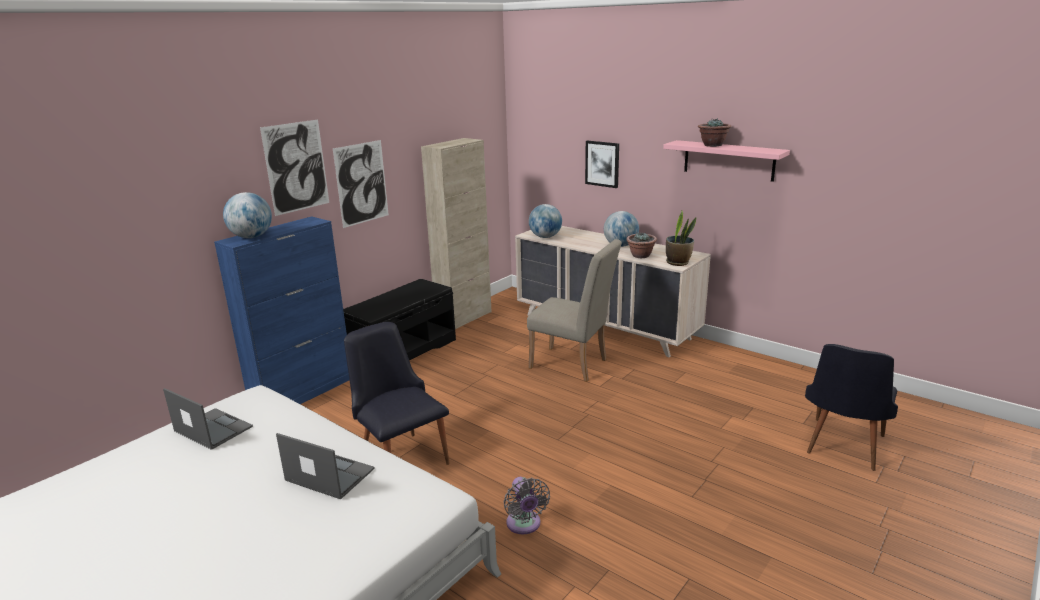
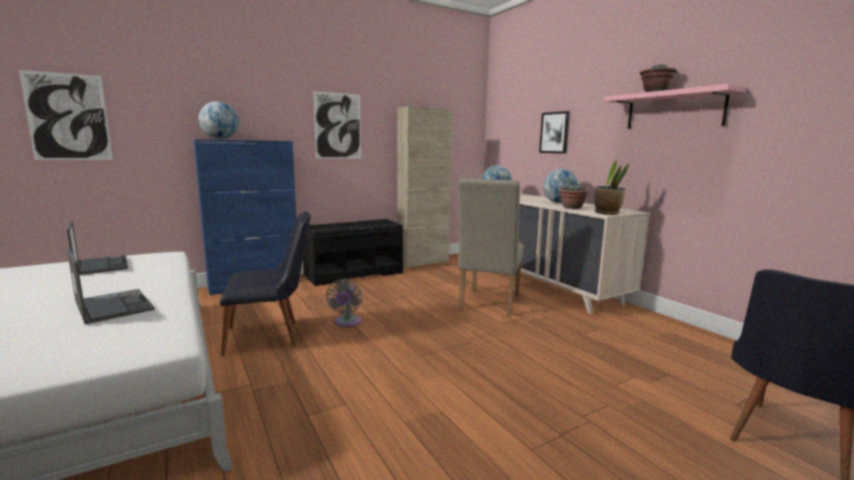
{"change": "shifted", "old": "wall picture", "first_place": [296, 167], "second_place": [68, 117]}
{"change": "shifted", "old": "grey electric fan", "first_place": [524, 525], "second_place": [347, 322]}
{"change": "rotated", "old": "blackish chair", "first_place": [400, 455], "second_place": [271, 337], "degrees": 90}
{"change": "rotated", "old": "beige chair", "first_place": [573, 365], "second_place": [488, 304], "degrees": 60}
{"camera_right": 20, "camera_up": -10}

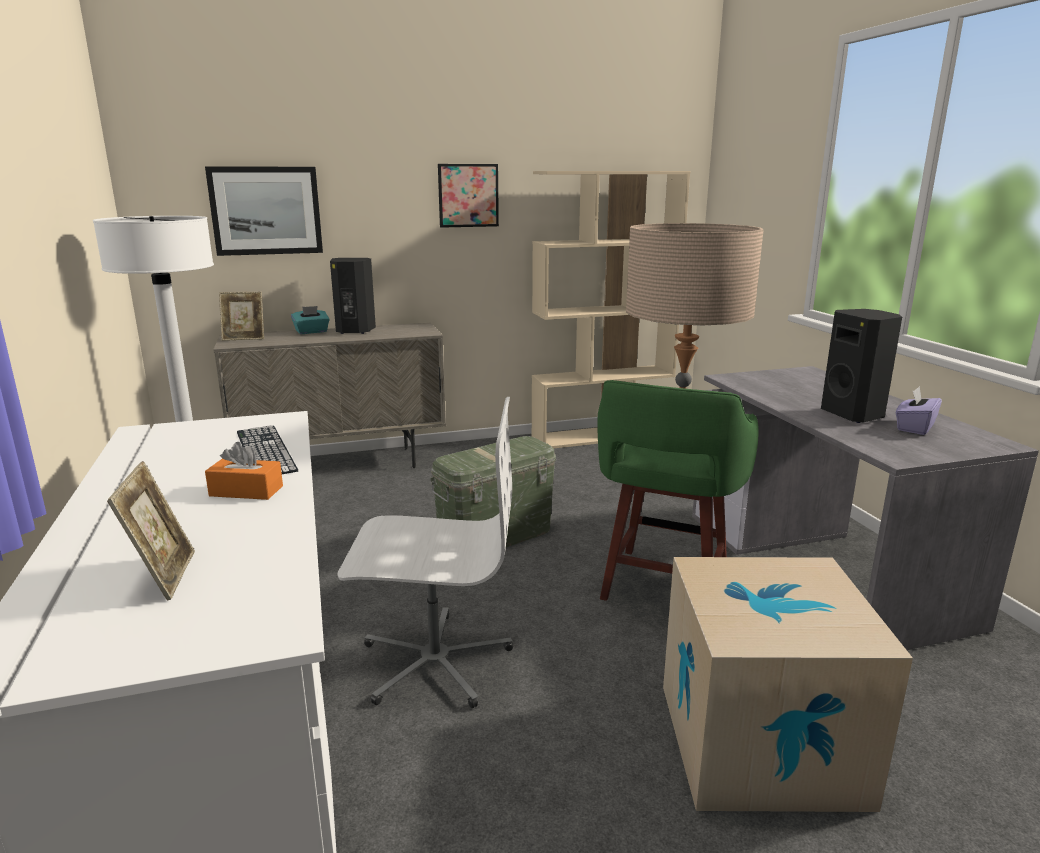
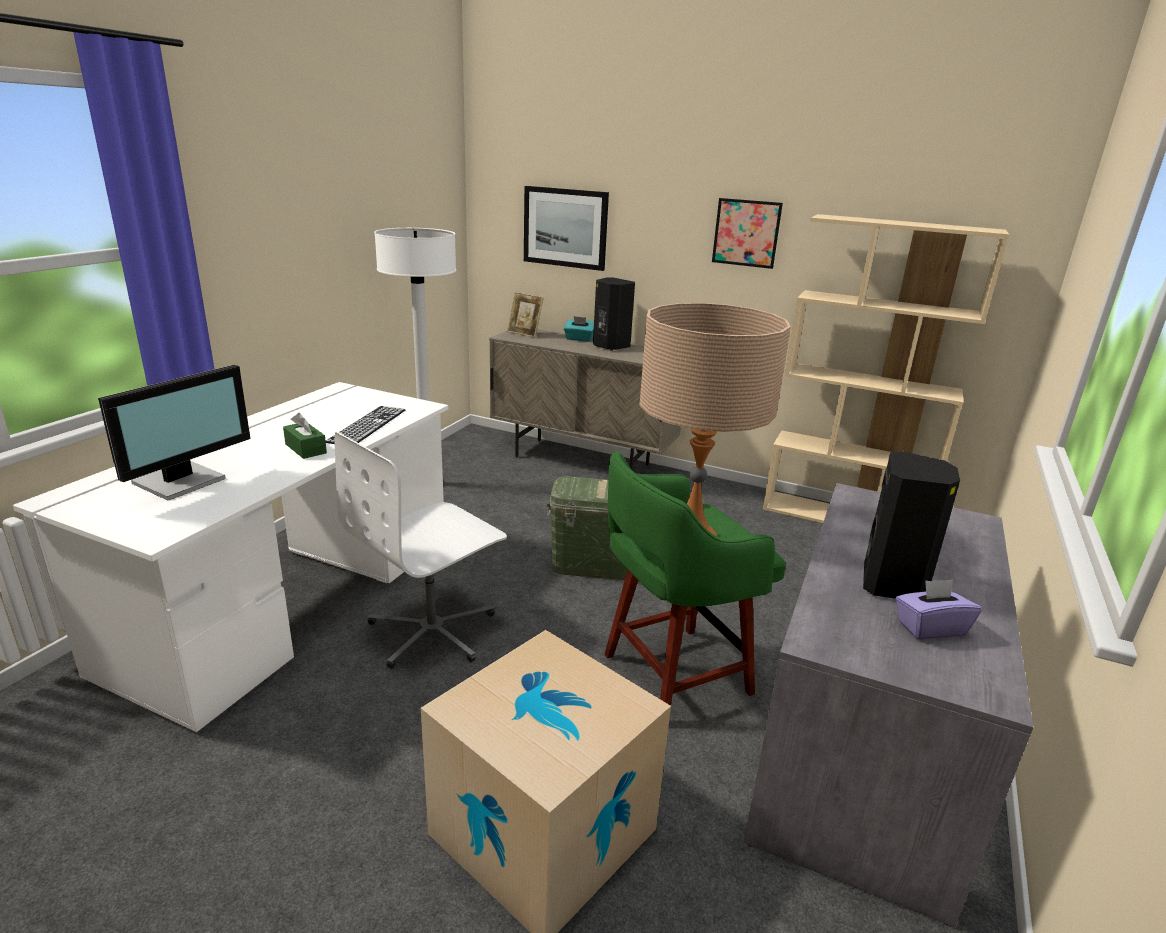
{"change": "swapped", "old": "photo frame", "new": "monitor", "first_place": [164, 576], "second_place": [182, 481]}
{"change": "repainted", "old": "orangey box of tissues", "new": "green-coloured box of tissues", "first_place": [246, 491], "second_place": [305, 448]}
{"change": "rotated", "old": "white-coloured computer chair", "first_place": [434, 661], "second_place": [433, 631], "degrees": 90}
{"camera_right": 40, "camera_up": 5}

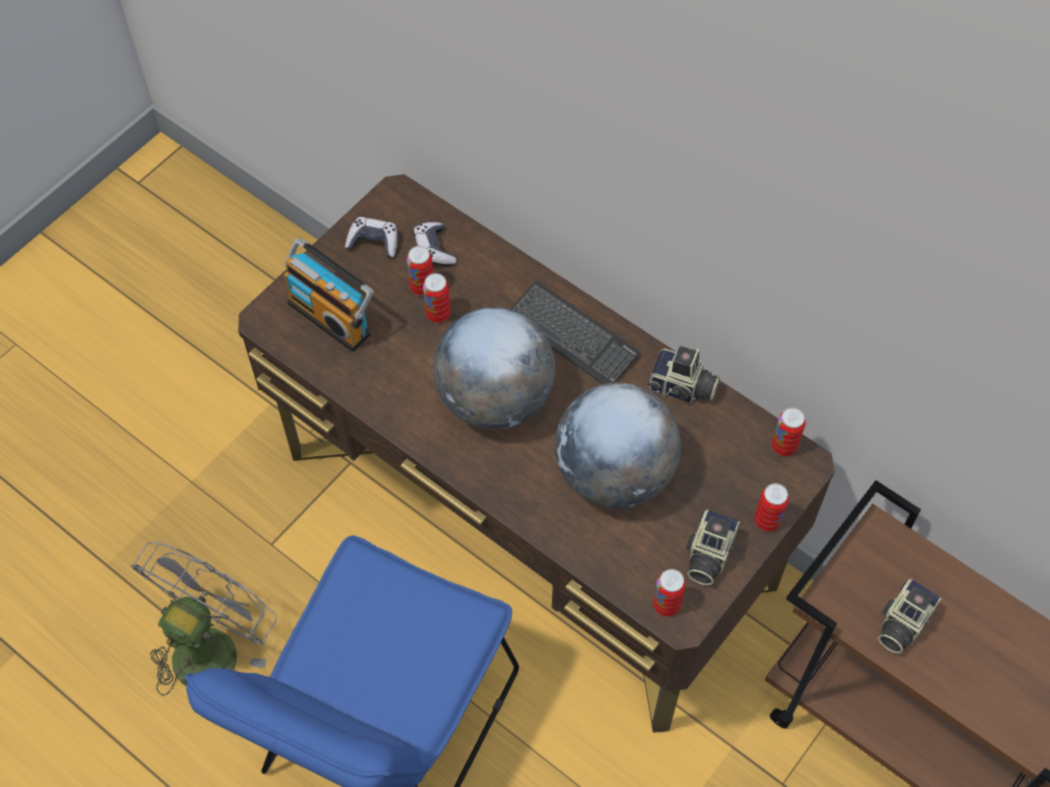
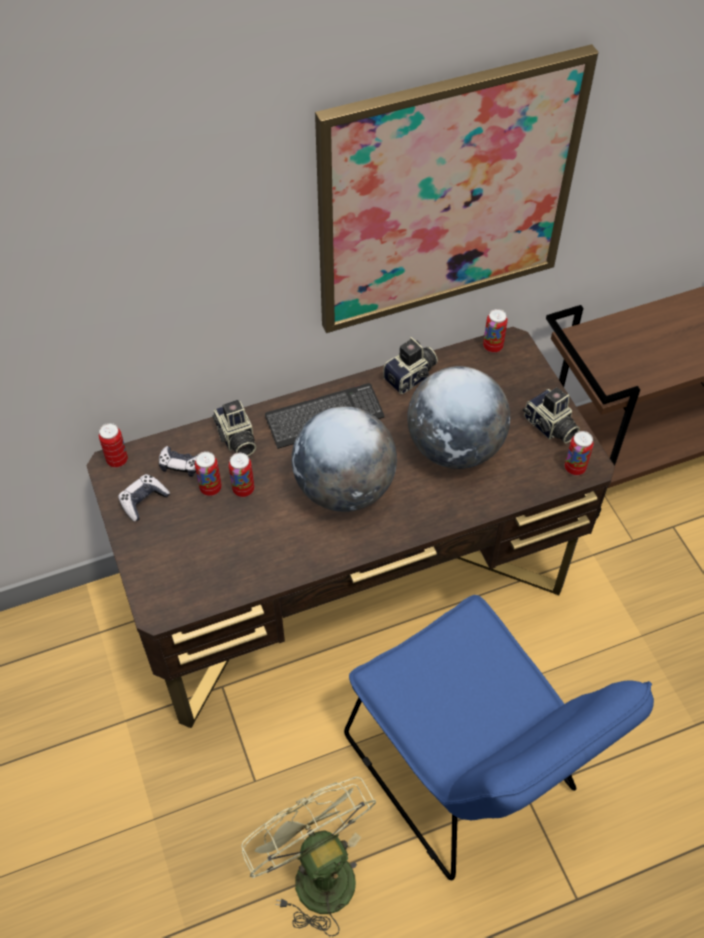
{"change": "gone", "old": "radio receiver", "first_place": [332, 316]}
{"change": "new", "new": "wall picture", "second_place": [446, 195]}
{"change": "shifted", "old": "metal can", "first_place": [767, 521], "second_place": [117, 460]}
{"change": "shifted", "old": "still camera", "first_place": [901, 623], "second_place": [236, 439]}
{"change": "repainted", "old": "grey electric fan", "new": "green-coloured electric fan", "first_place": [211, 644], "second_place": [315, 871]}
{"camera_right": -60, "camera_up": -5}

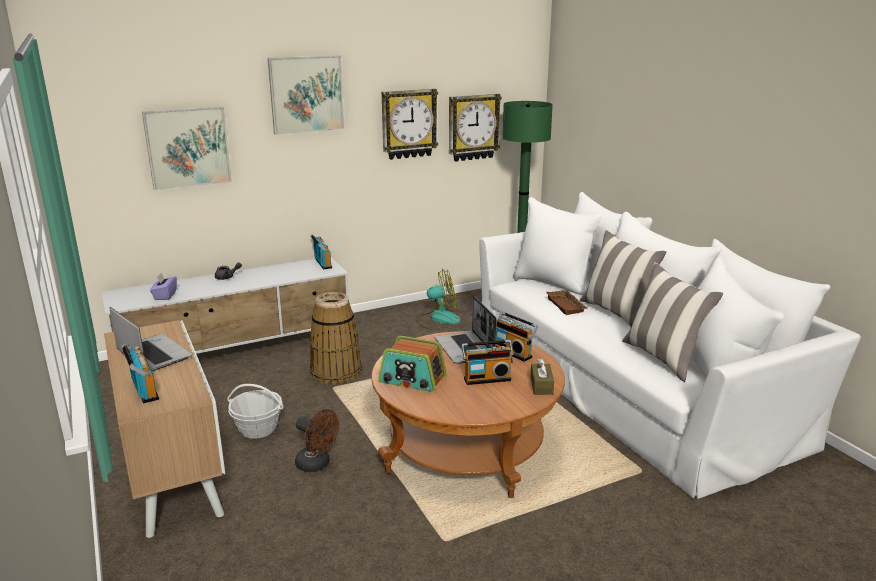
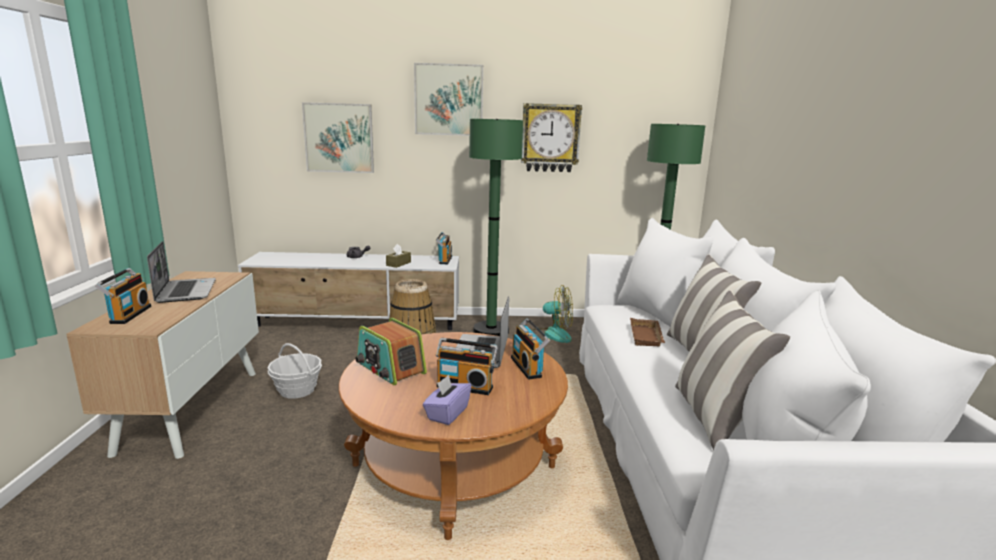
{"change": "gone", "old": "brown-coloured electric fan", "first_place": [317, 464]}
{"change": "gone", "old": "wall clock", "first_place": [473, 127]}
{"change": "new", "new": "green-coloured floor lamp", "second_place": [491, 331]}
{"change": "shifted", "old": "purple-coloured box of tissues", "first_place": [165, 295], "second_place": [447, 413]}
{"change": "shifted", "old": "brown-coloured box of tissues", "first_place": [541, 385], "second_place": [398, 264]}
{"camera_right": 25, "camera_up": -5}

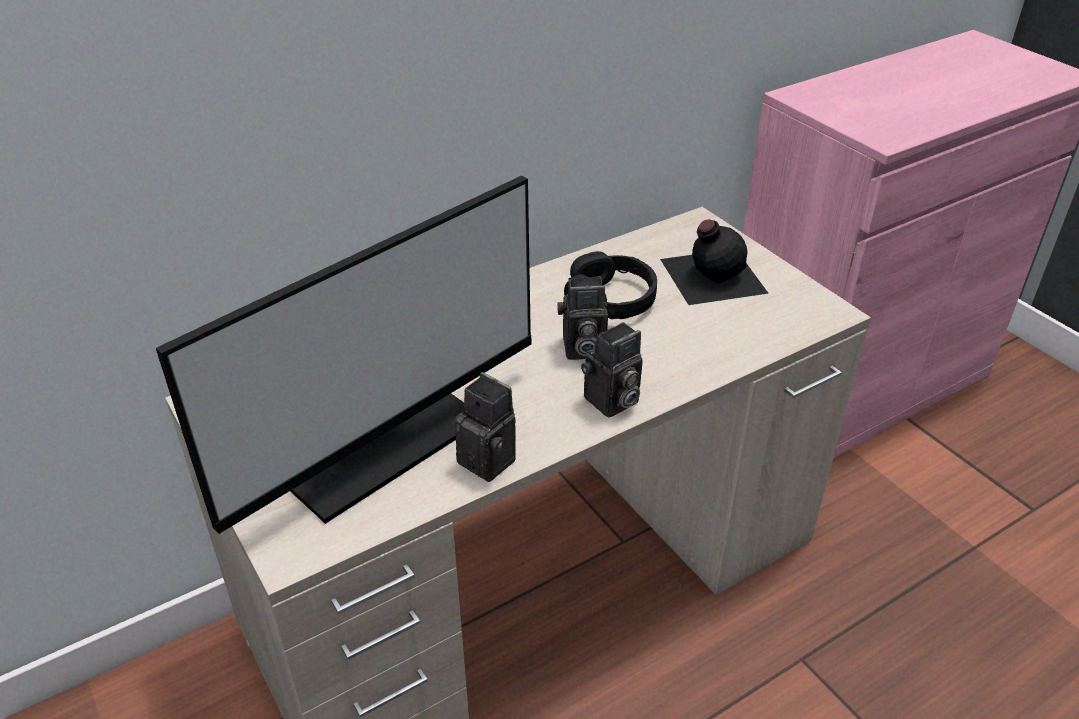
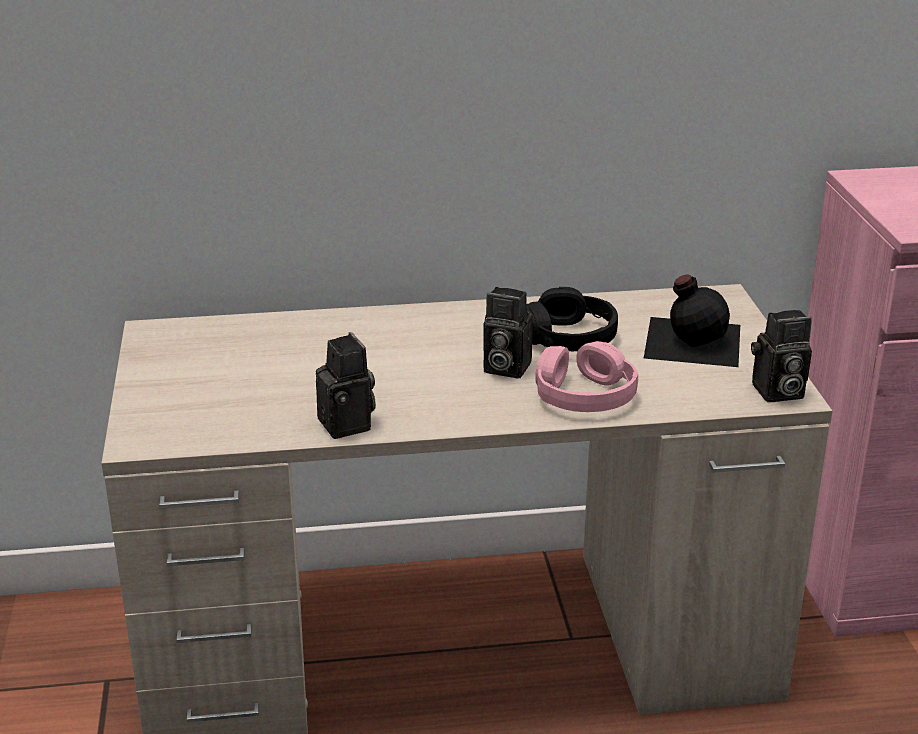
{"change": "gone", "old": "monitor", "first_place": [376, 442]}
{"change": "new", "new": "pink headset", "second_place": [584, 395]}
{"change": "shifted", "old": "still camera", "first_place": [611, 402], "second_place": [776, 393]}
{"camera_right": 25, "camera_up": -10}

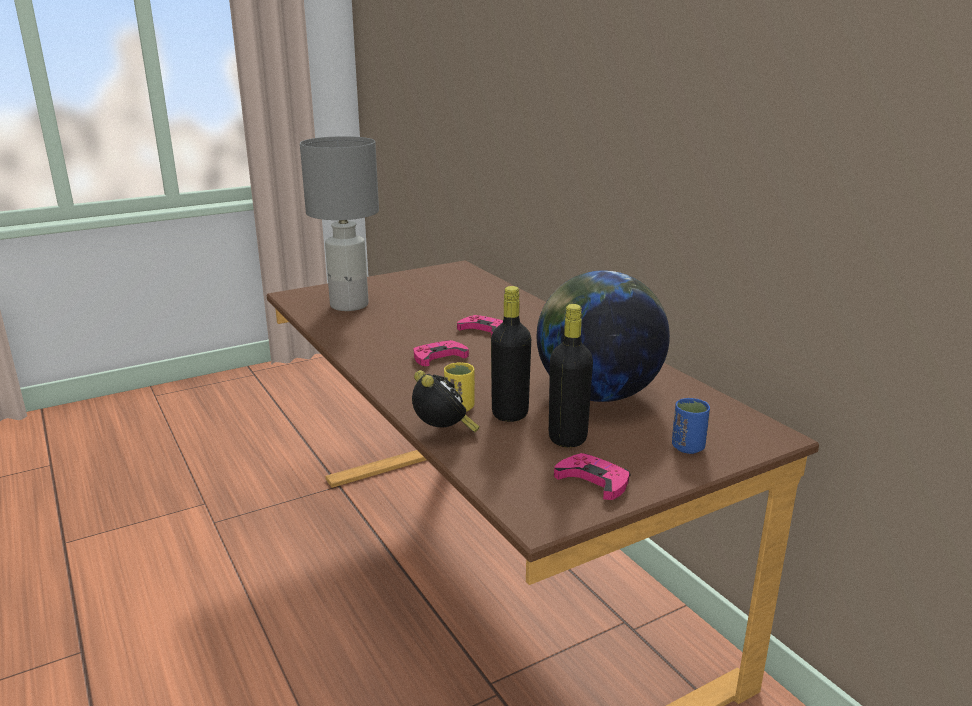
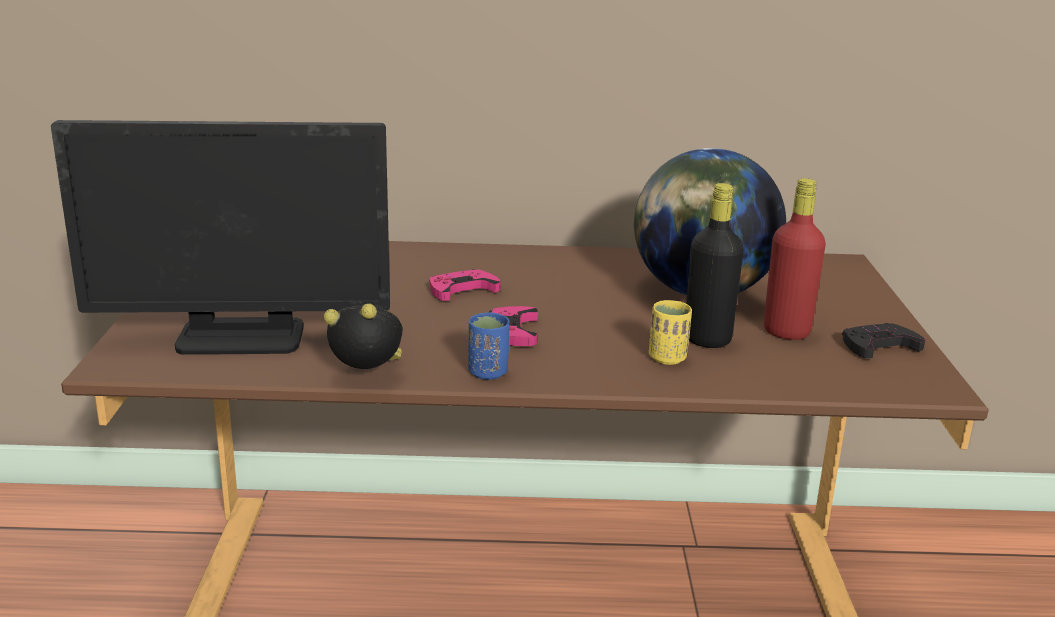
{"change": "shifted", "old": "alarm clock", "first_place": [443, 433], "second_place": [369, 376]}
{"change": "shifted", "old": "bluish small cup", "first_place": [688, 447], "second_place": [488, 373]}
{"change": "swapped", "old": "grey tabletop lamp", "new": "monitor", "first_place": [350, 305], "second_place": [241, 337]}
{"change": "repainted", "old": "blackish beverage bottle", "new": "reddish beverage bottle", "first_place": [567, 438], "second_place": [786, 332]}
{"change": "repainted", "old": "pink game controller", "new": "blackish game controller", "first_place": [593, 481], "second_place": [879, 346]}
{"camera_right": -60, "camera_up": 0}

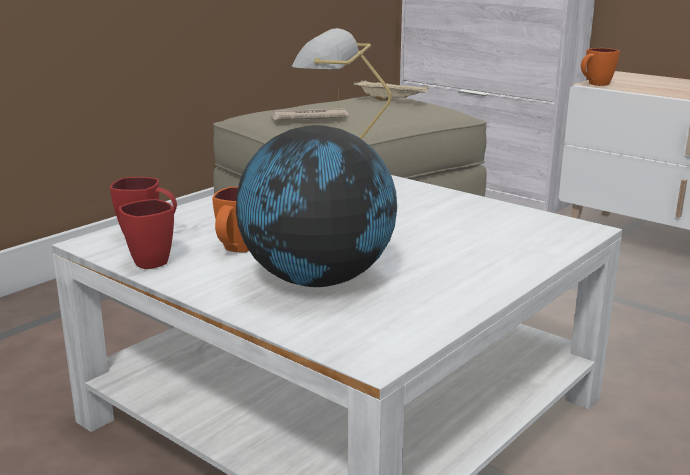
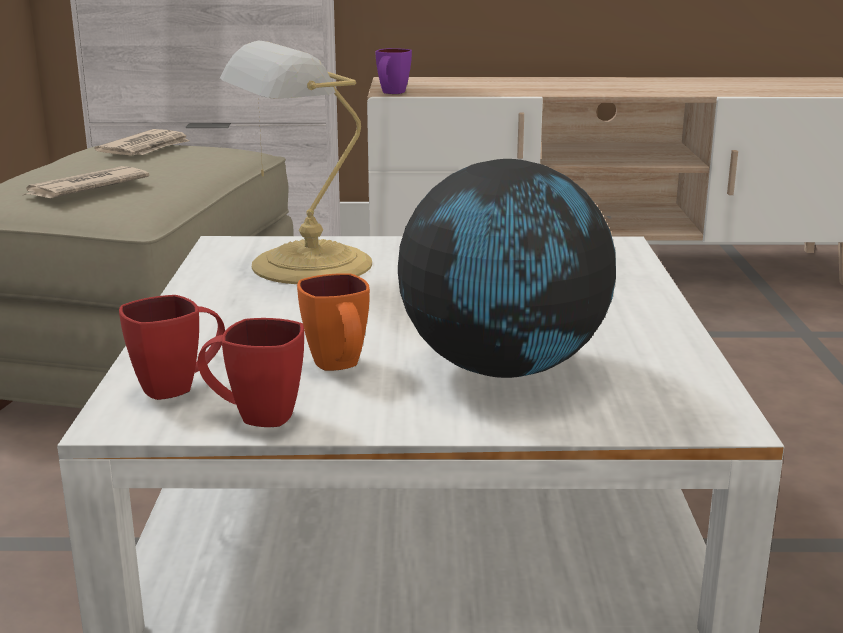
{"change": "swapped", "old": "beige serving tray", "new": "daily paper", "first_place": [392, 100], "second_place": [146, 148]}
{"change": "repainted", "old": "orangey tea mug", "new": "purple-coloured tea mug", "first_place": [595, 84], "second_place": [391, 93]}
{"camera_right": -40, "camera_up": 0}

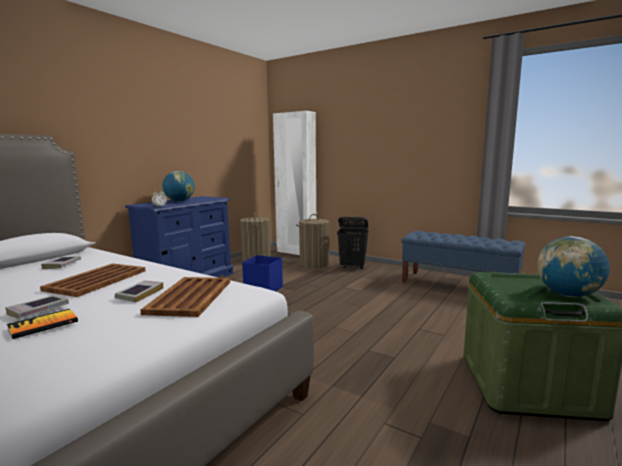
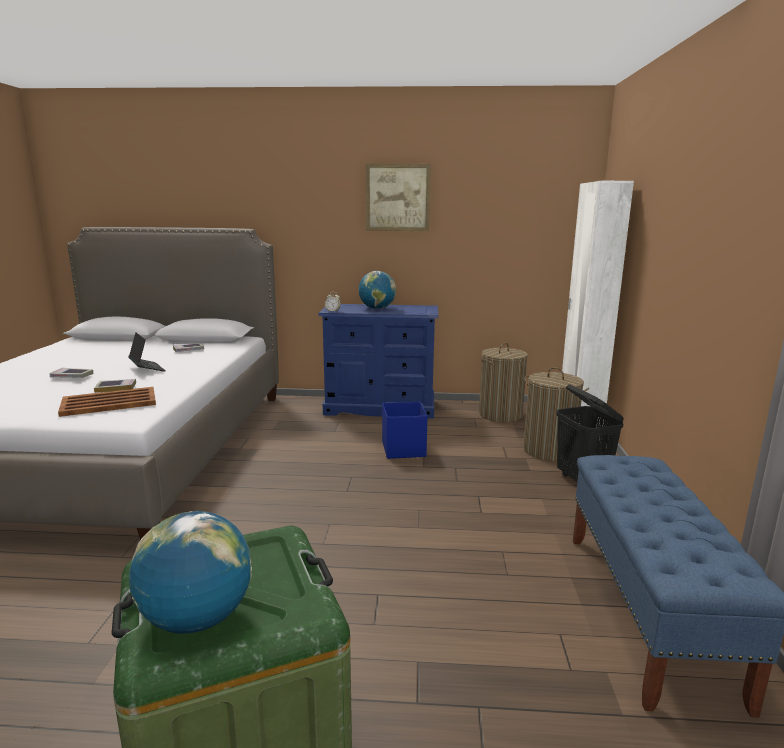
{"change": "gone", "old": "bound book", "first_place": [43, 325]}
{"change": "new", "new": "wall picture", "second_place": [397, 197]}
{"change": "swapped", "old": "brown-coloured serving tray", "new": "notebook computer", "first_place": [96, 280], "second_place": [147, 368]}
{"camera_right": 60, "camera_up": 5}

